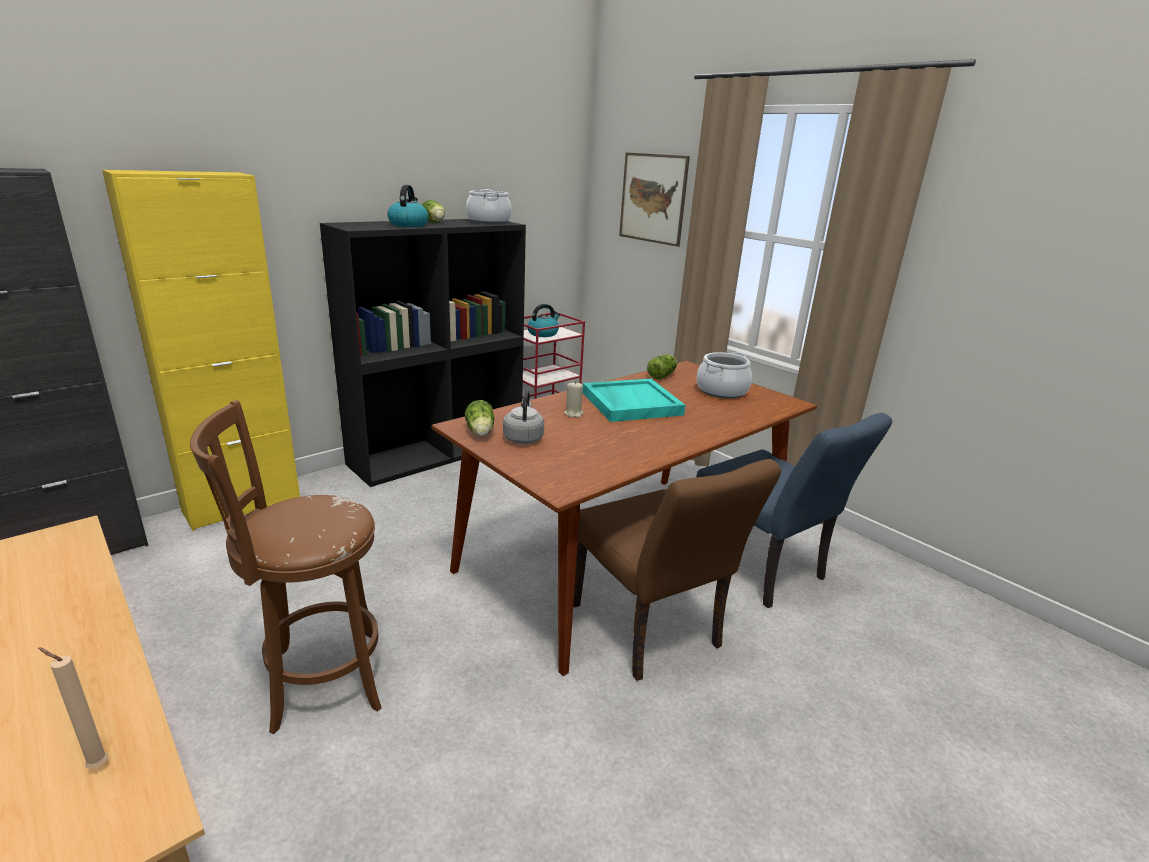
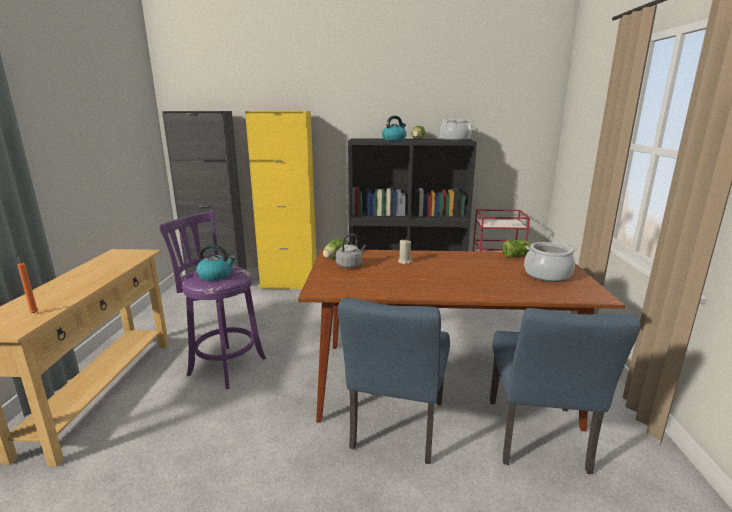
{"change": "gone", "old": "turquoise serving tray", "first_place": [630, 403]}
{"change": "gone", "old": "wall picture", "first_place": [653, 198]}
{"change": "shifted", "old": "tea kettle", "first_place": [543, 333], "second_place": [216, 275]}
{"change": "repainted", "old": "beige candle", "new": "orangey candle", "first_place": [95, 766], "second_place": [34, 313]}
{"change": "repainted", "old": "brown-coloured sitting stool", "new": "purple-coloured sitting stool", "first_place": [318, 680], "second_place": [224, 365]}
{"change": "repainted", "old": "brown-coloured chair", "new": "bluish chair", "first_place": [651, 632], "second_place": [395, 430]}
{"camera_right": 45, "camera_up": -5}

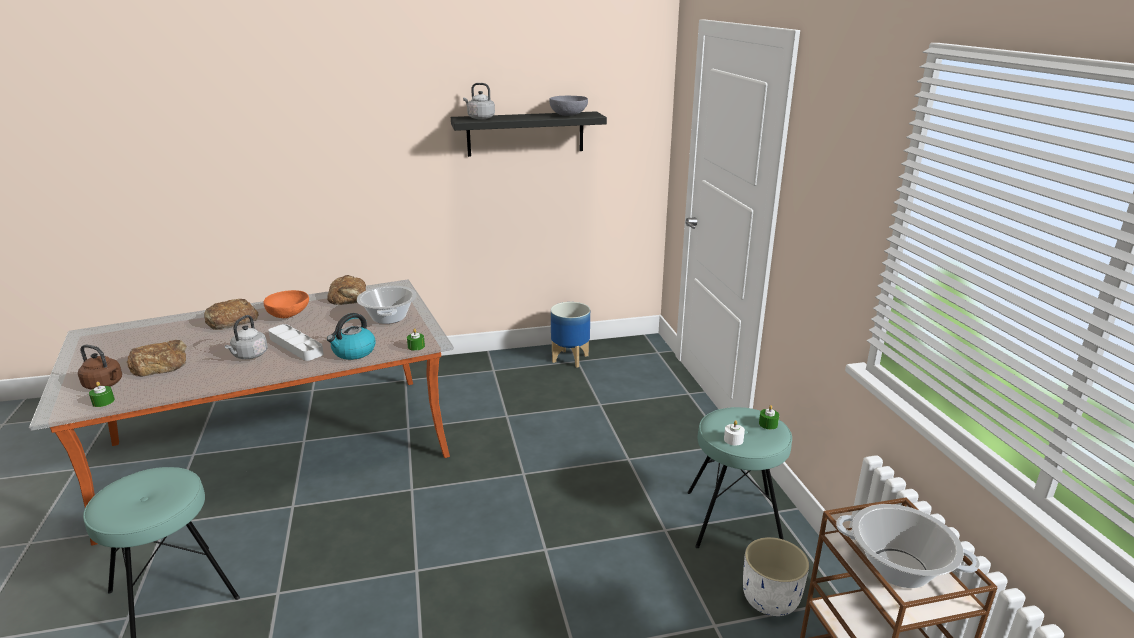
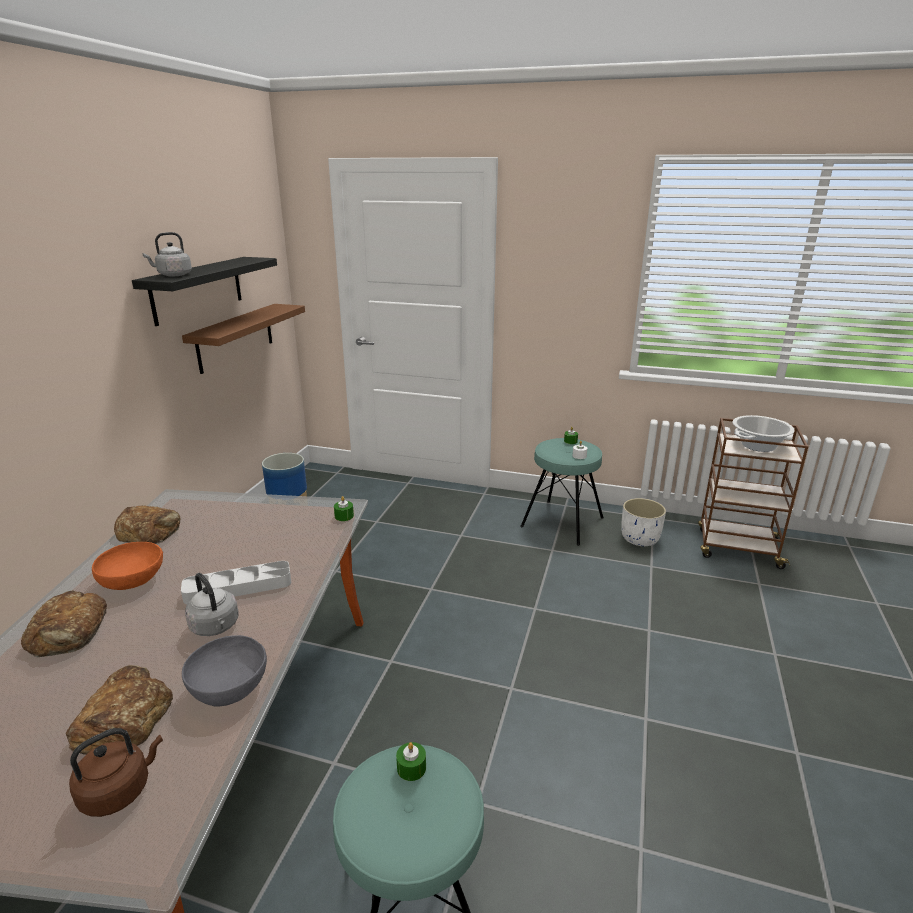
{"change": "gone", "old": "tea kettle", "first_place": [353, 352]}
{"change": "gone", "old": "saucepot", "first_place": [389, 317]}
{"change": "new", "new": "brown-coloured wall shelf", "second_place": [235, 337]}
{"change": "shifted", "old": "green-coloured candle", "first_place": [103, 402], "second_place": [411, 768]}
{"change": "shifted", "old": "grey serving bowl", "first_place": [568, 115], "second_place": [229, 687]}
{"camera_right": -60, "camera_up": 0}

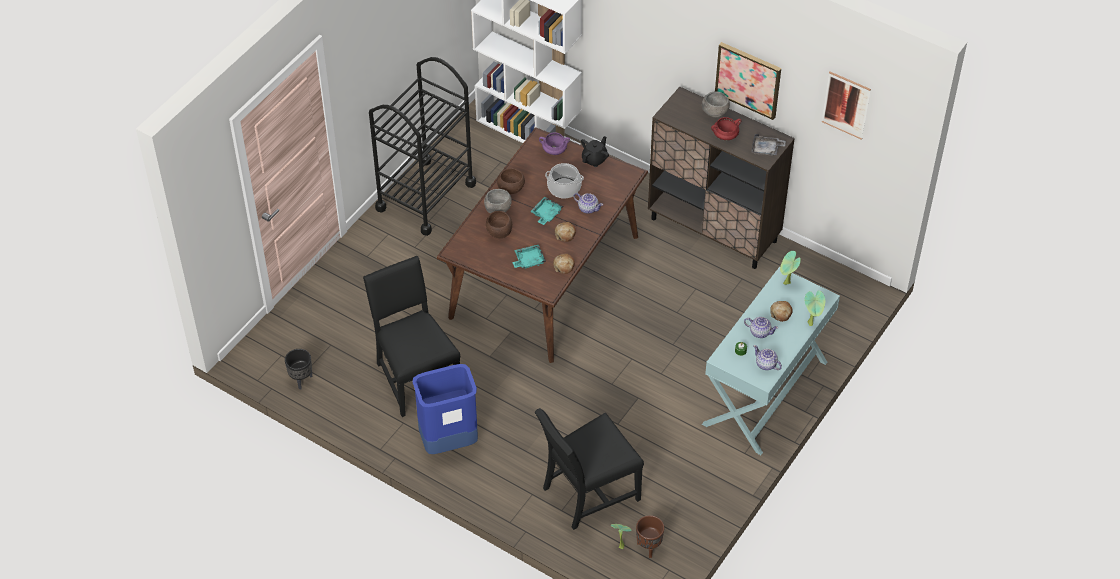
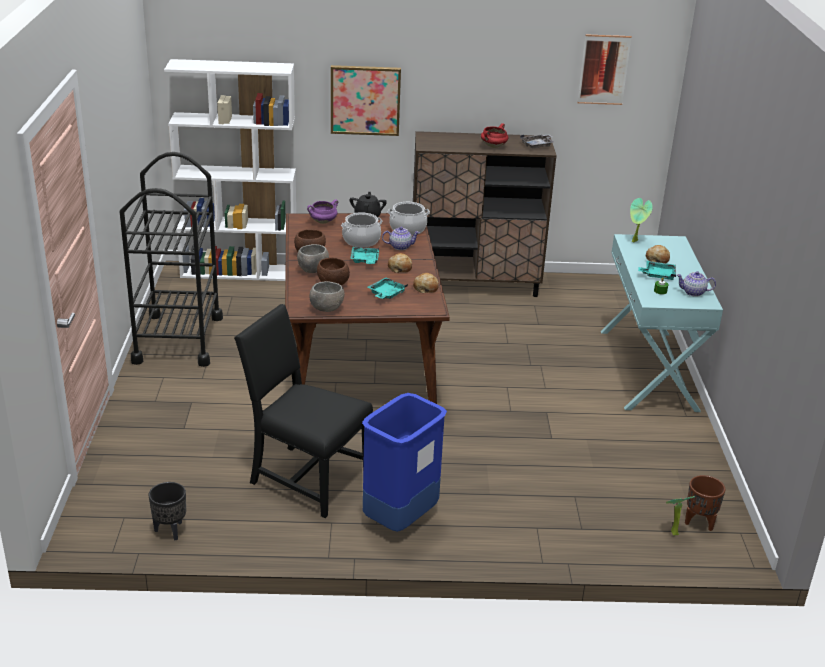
{"change": "gone", "old": "blackish chair", "first_place": [587, 493]}
{"change": "gone", "old": "plant in a pot", "first_place": [812, 323]}
{"change": "new", "new": "saucepot", "second_place": [407, 229]}
{"change": "shifted", "old": "grey serving bowl", "first_place": [714, 112], "second_place": [326, 309]}
{"change": "shifted", "old": "wall picture", "first_place": [748, 79], "second_place": [365, 100]}
{"change": "swapped", "old": "teapot", "new": "turquoise serving tray", "first_place": [759, 332], "second_place": [658, 275]}
{"camera_right": -35, "camera_up": -20}

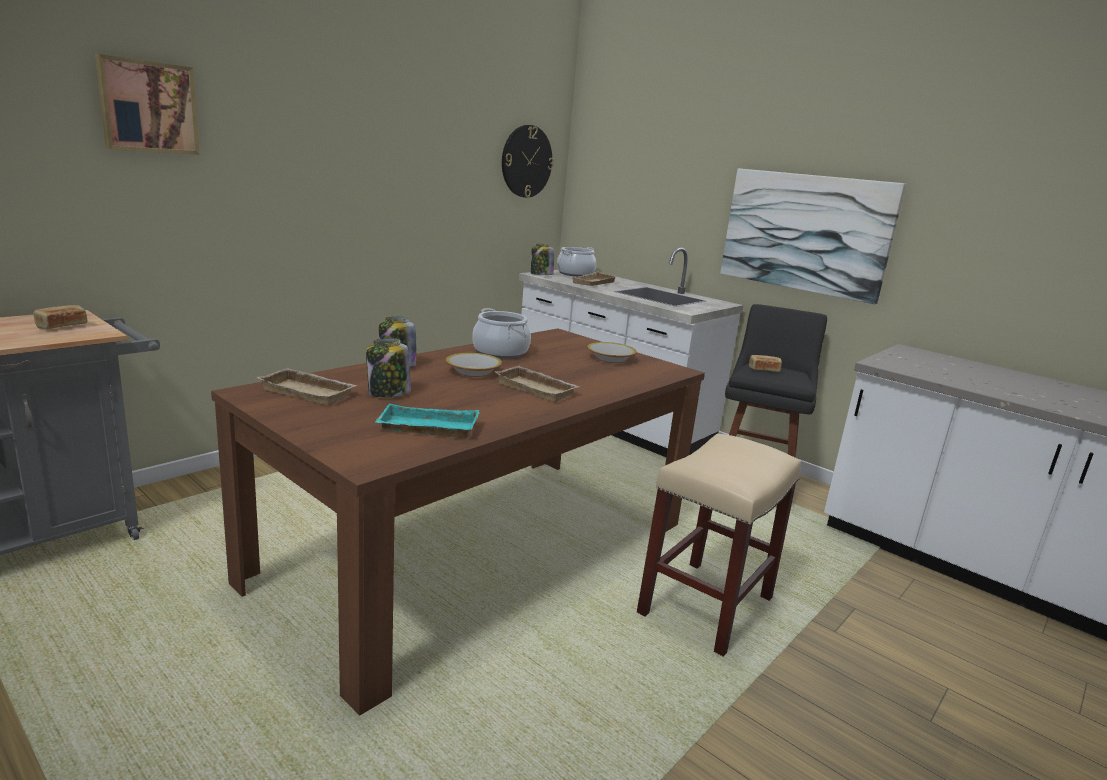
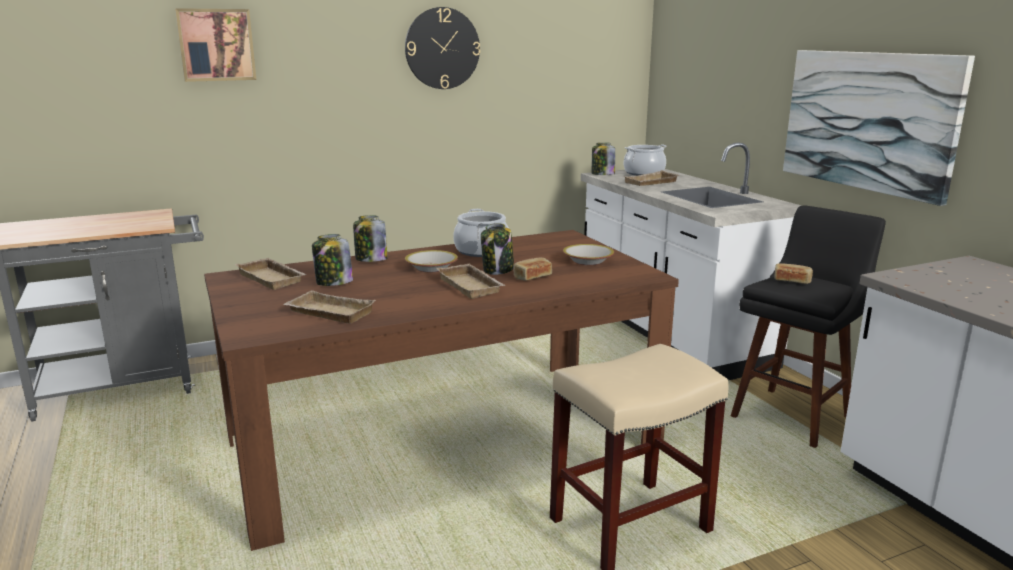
{"change": "new", "new": "storage jar", "second_place": [498, 270]}
{"change": "shifted", "old": "bakery bread", "first_place": [61, 326], "second_place": [531, 277]}
{"change": "shifted", "old": "wall clock", "first_place": [526, 161], "second_place": [442, 48]}
{"change": "repainted", "old": "turquoise serving tray", "new": "beige serving tray", "first_place": [426, 429], "second_place": [328, 313]}
{"camera_right": 25, "camera_up": 0}

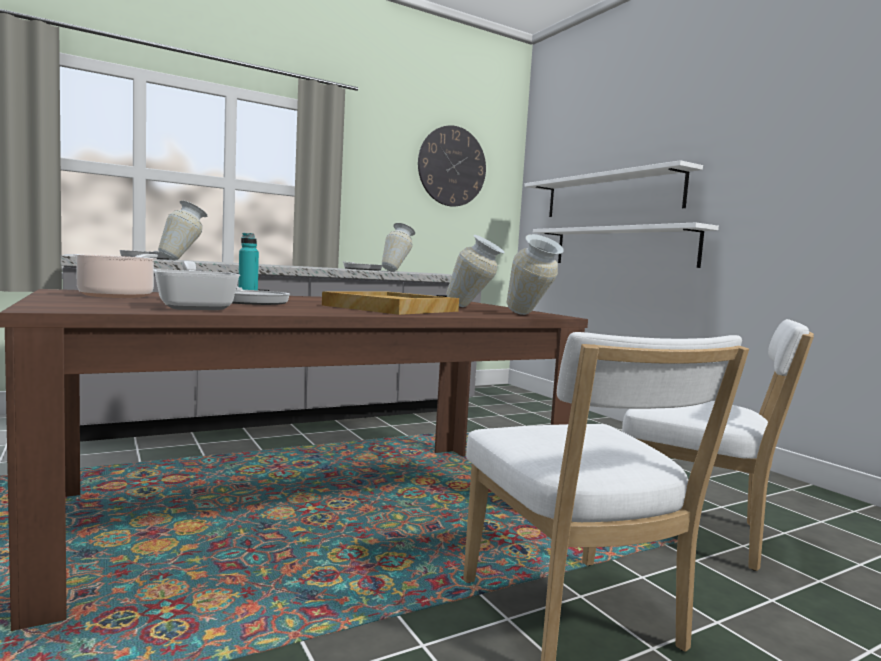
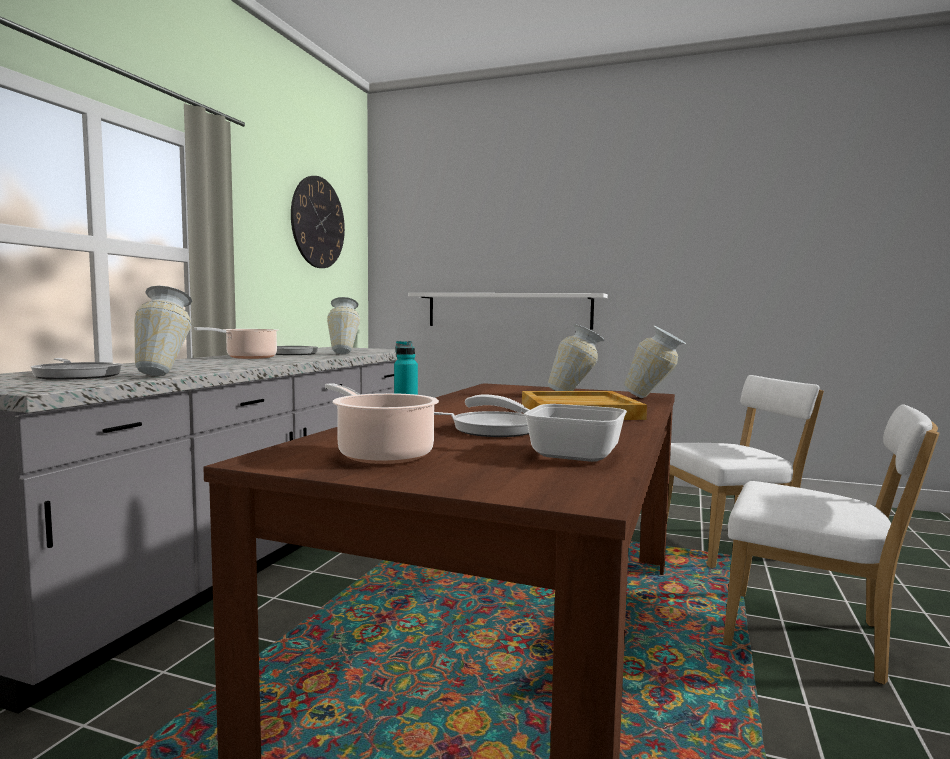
{"change": "gone", "old": "white-coloured wall shelf", "first_place": [610, 195]}
{"change": "new", "new": "saucepot", "second_place": [248, 357]}
{"camera_right": -40, "camera_up": 0}

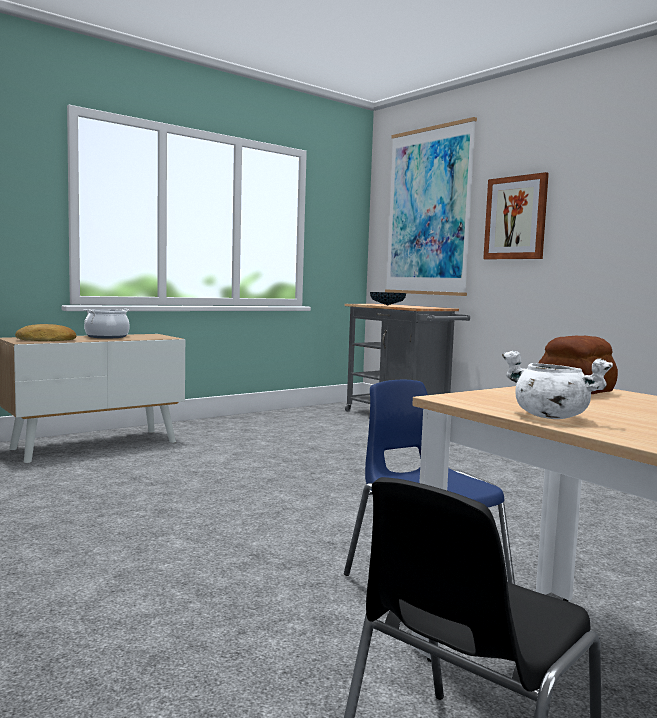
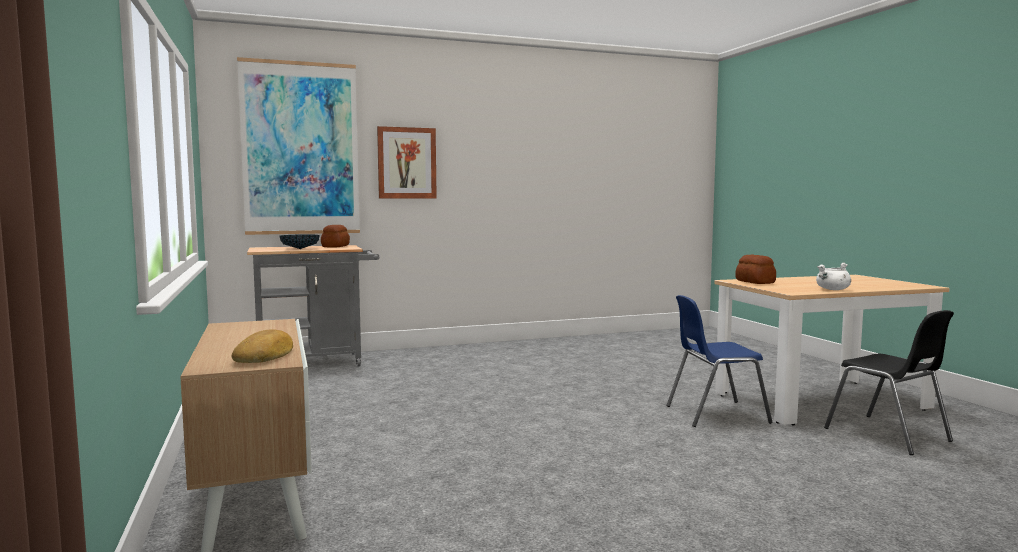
{"change": "gone", "old": "saucepot", "first_place": [107, 337]}
{"change": "new", "new": "bakery bread", "second_place": [335, 246]}
{"camera_right": -70, "camera_up": 0}

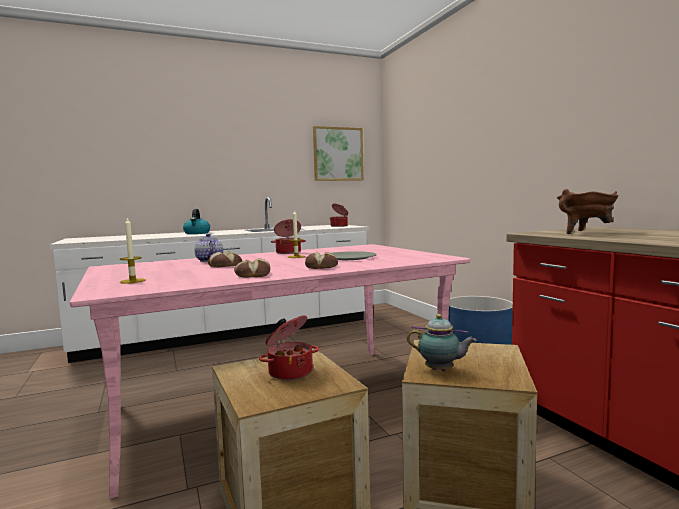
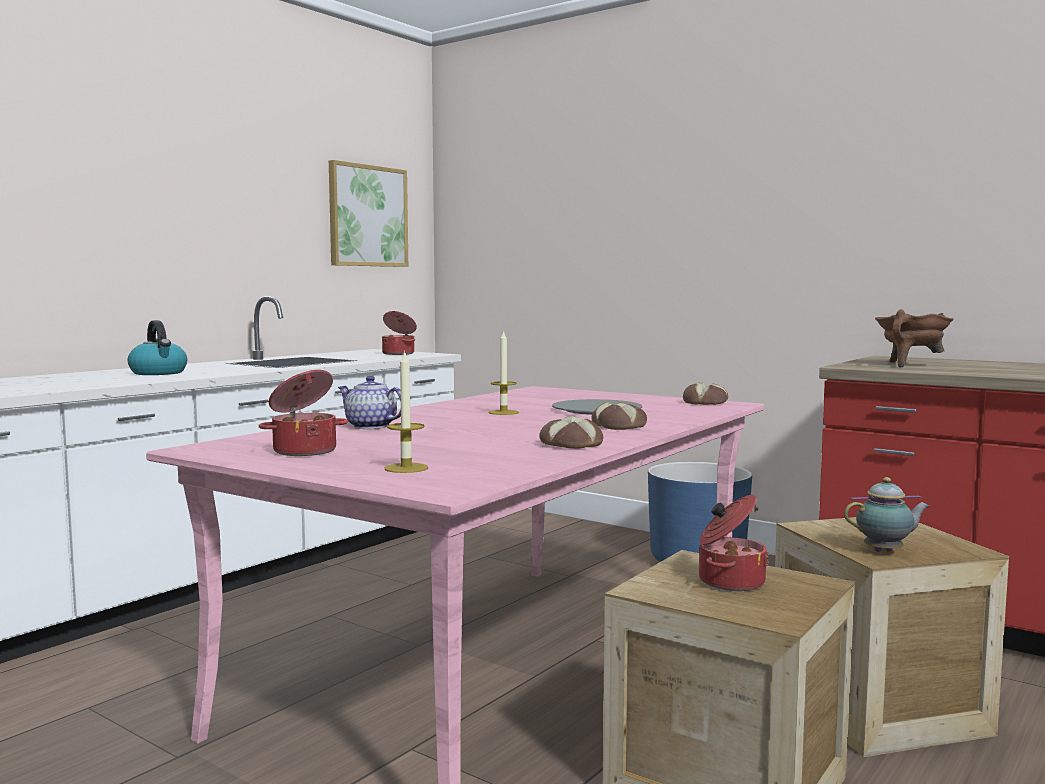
{"change": "shifted", "old": "bakery bread", "first_place": [225, 265], "second_place": [706, 402]}
{"change": "shifted", "old": "saucepot", "first_place": [288, 252], "second_place": [304, 451]}
{"camera_right": -30, "camera_up": 0}

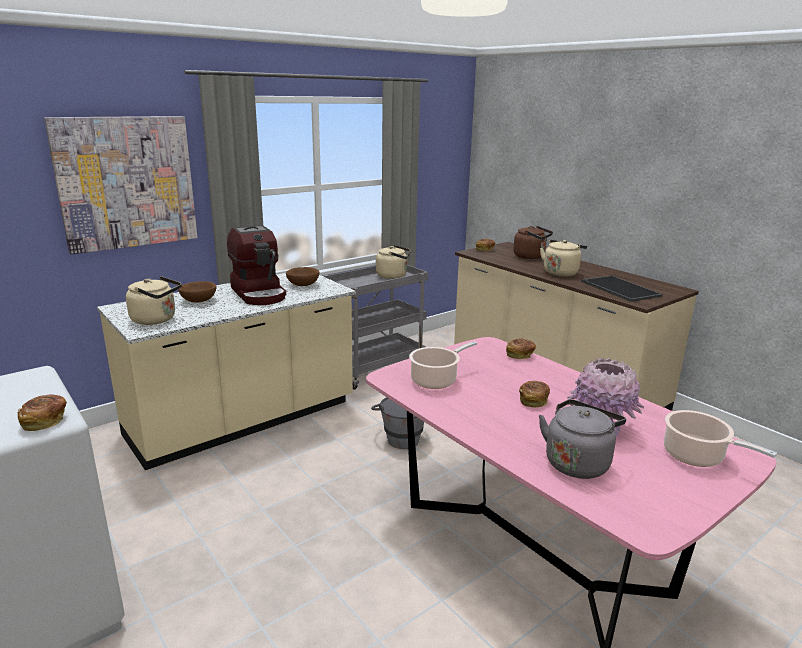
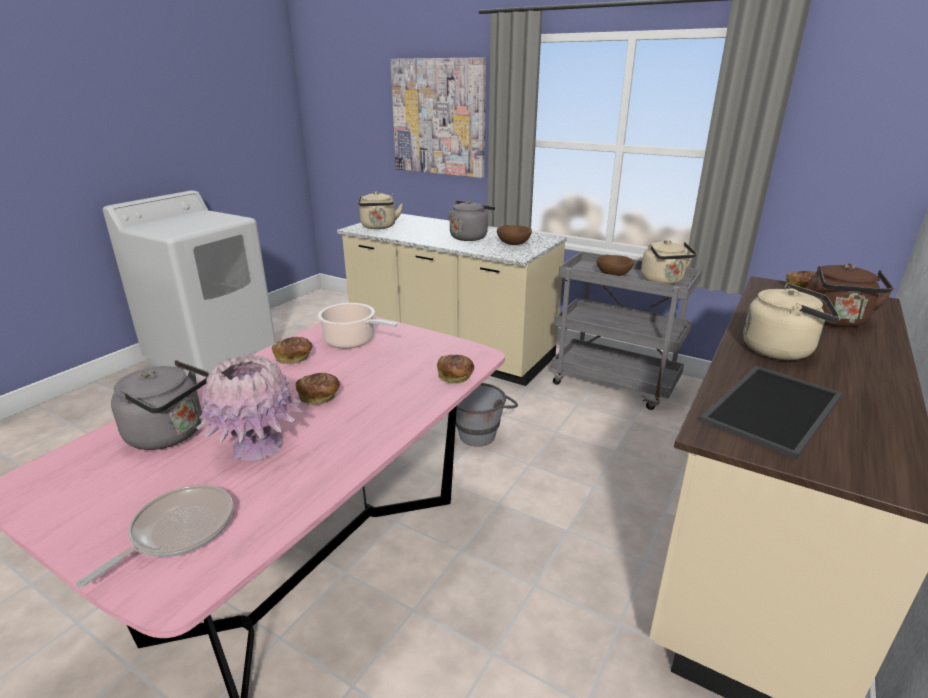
{"change": "shifted", "old": "bakery bread", "first_place": [45, 421], "second_place": [294, 358]}
{"change": "shifted", "old": "brown-coloured serving bowl", "first_place": [199, 301], "second_place": [613, 275]}
{"change": "swapped", "old": "coffee maker", "new": "grey tea kettle", "first_place": [259, 293], "second_place": [470, 237]}
{"change": "swapped", "old": "saucepot", "new": "frying pan", "first_place": [697, 456], "second_place": [178, 531]}
{"camera_right": 70, "camera_up": 5}

